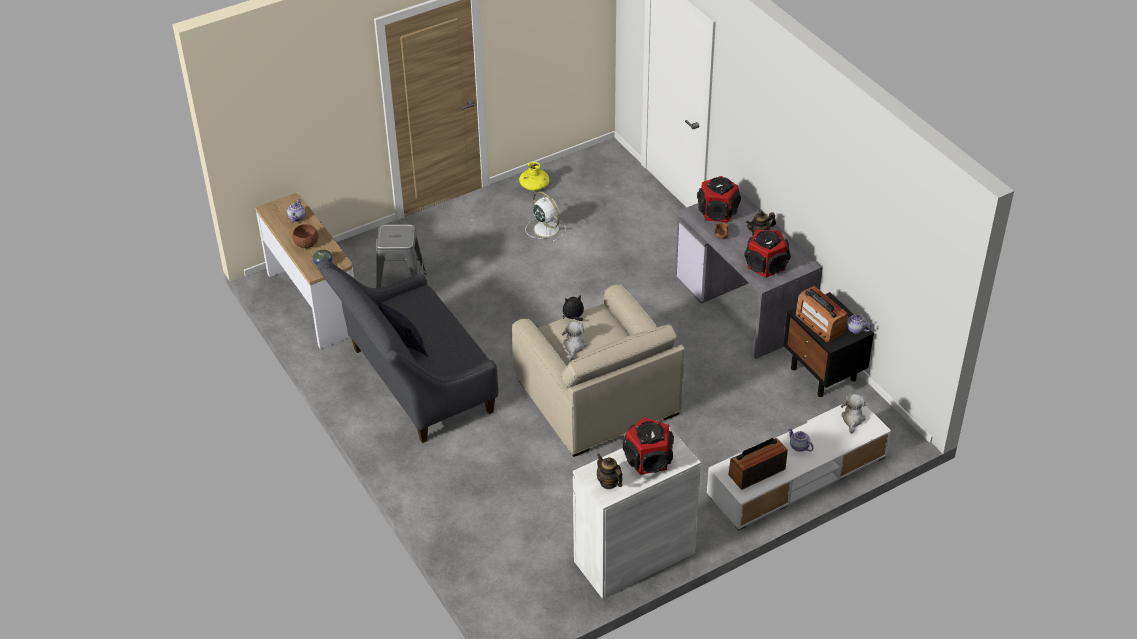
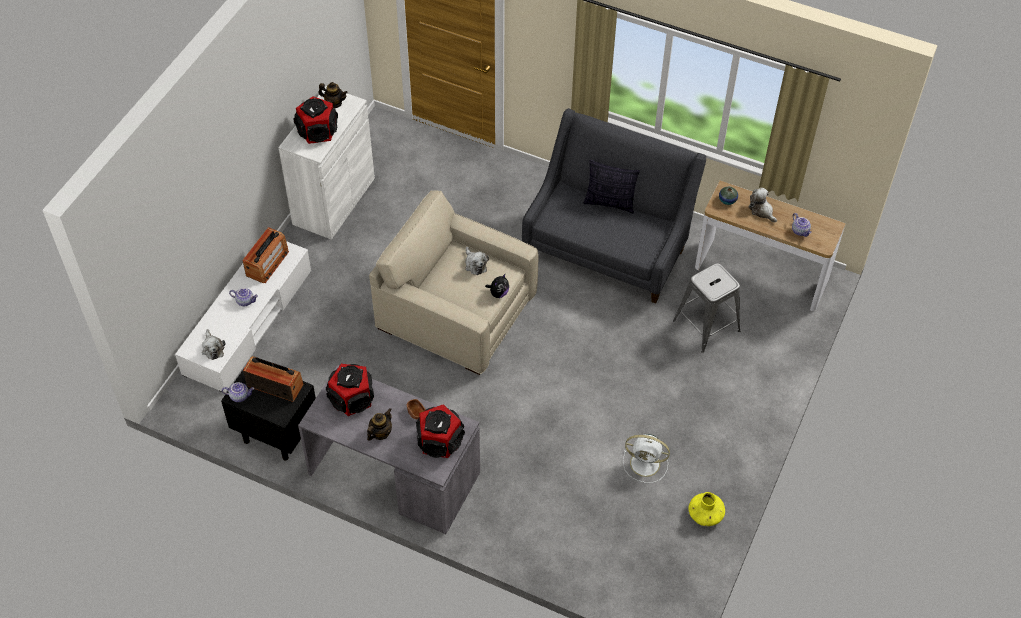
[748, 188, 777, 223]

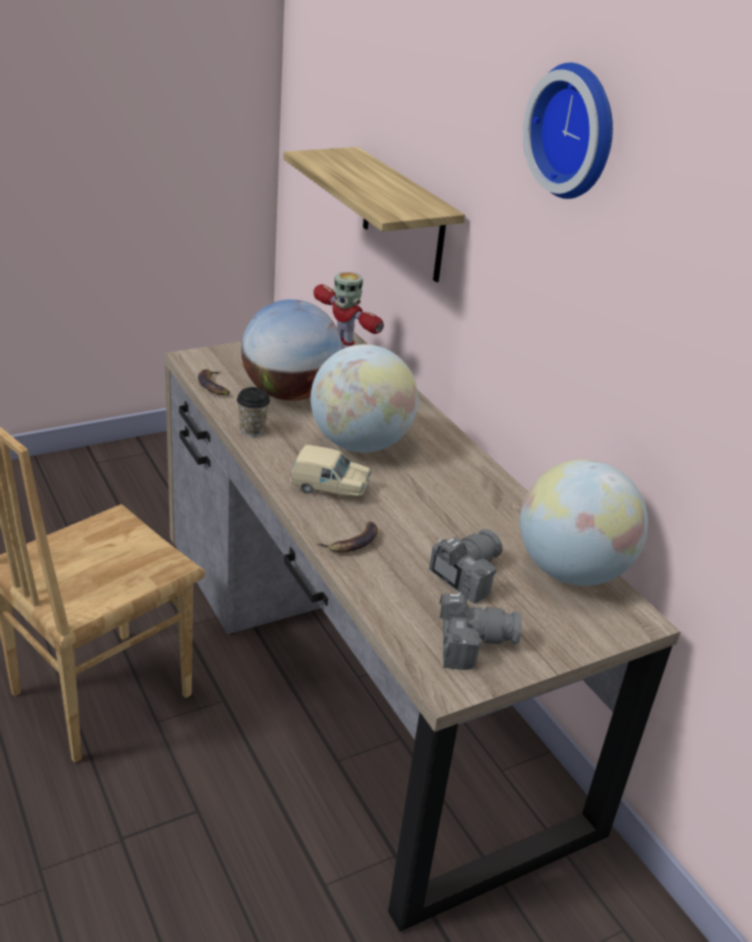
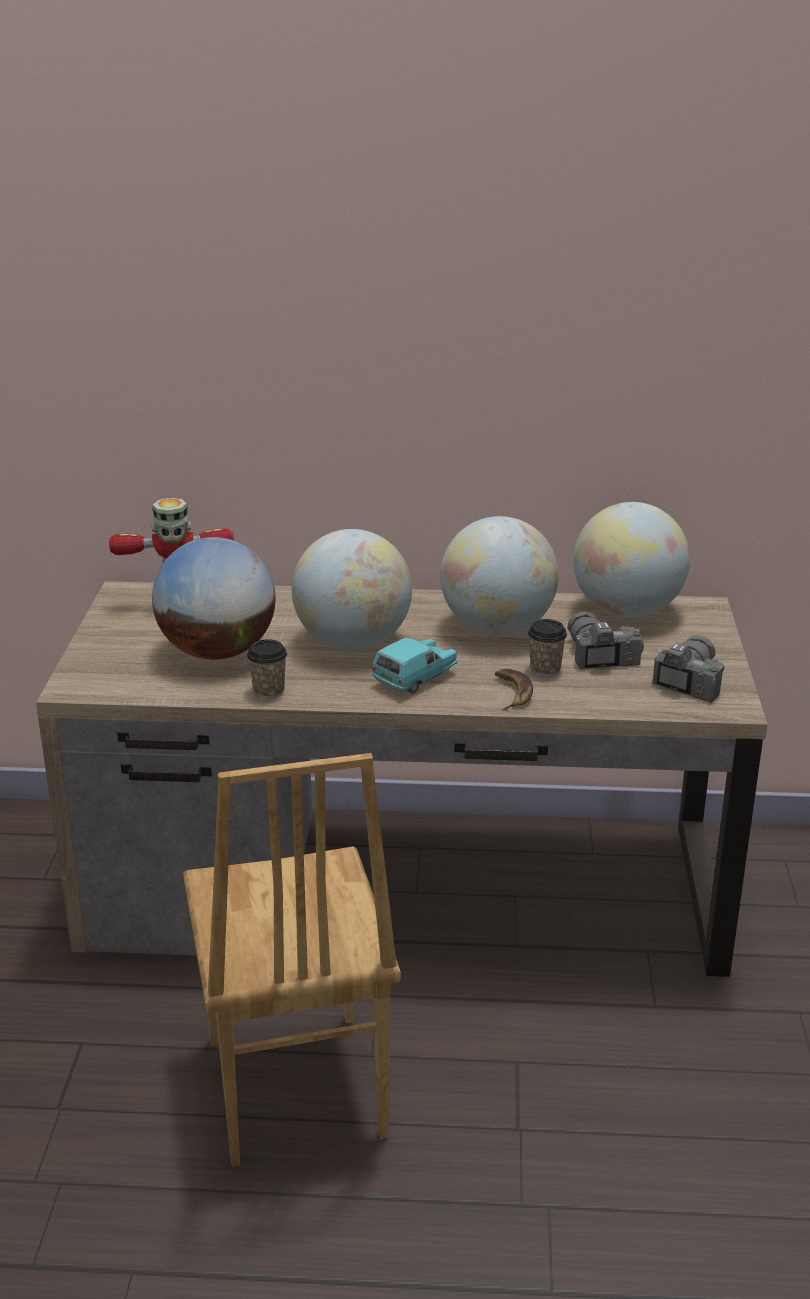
[198, 369, 230, 395] (first image)
[283, 147, 465, 282] (first image)
[523, 63, 613, 199] (first image)
[440, 516, 559, 635]
[528, 619, 567, 677]
[372, 638, 457, 694]

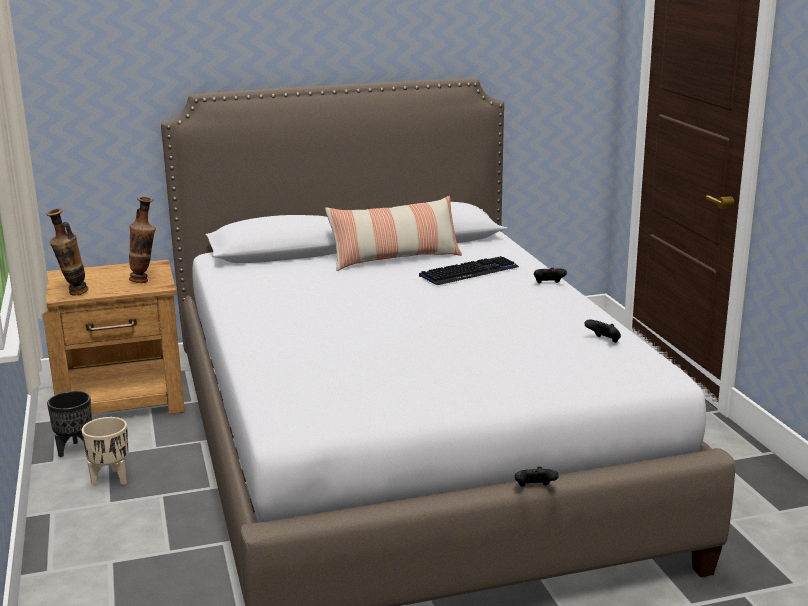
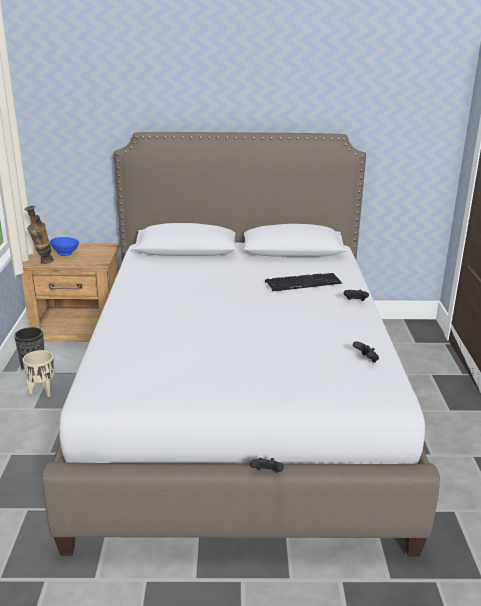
[129, 197, 156, 283] (first image)
[325, 196, 462, 271] (first image)
[50, 237, 79, 256]

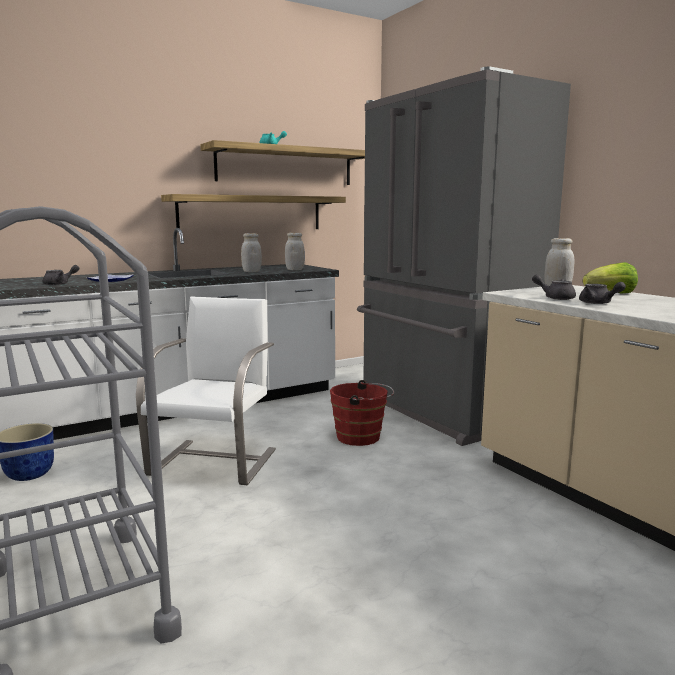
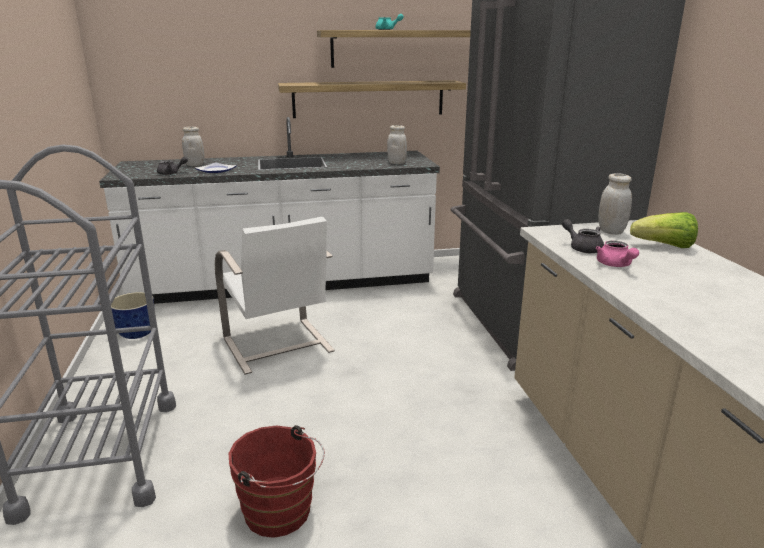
[182, 127, 204, 166]
[229, 425, 325, 538]
[596, 241, 639, 267]
[215, 217, 335, 375]

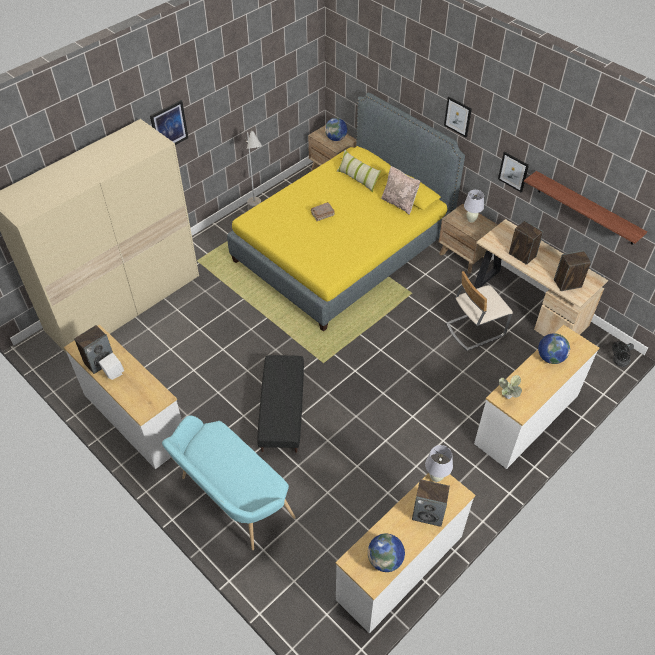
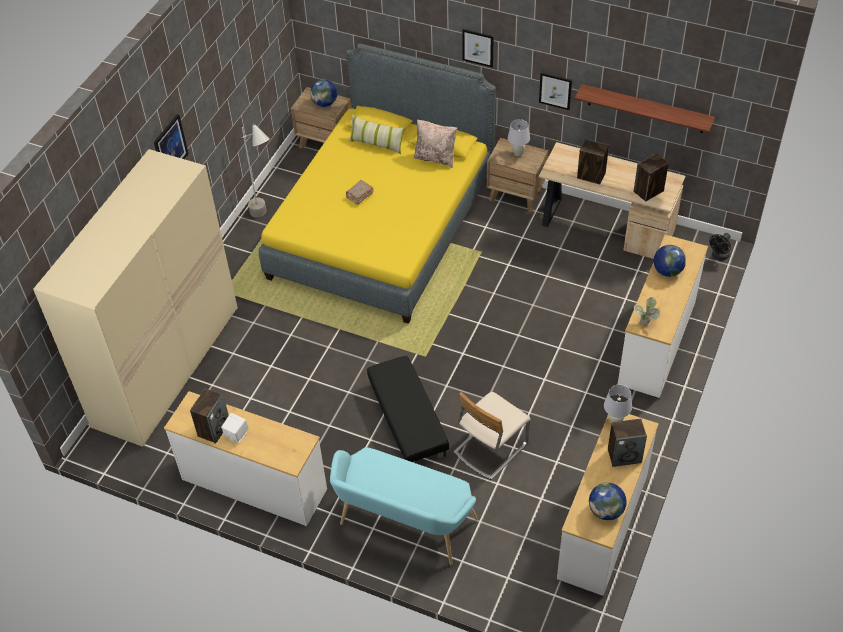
[454, 392, 530, 480]

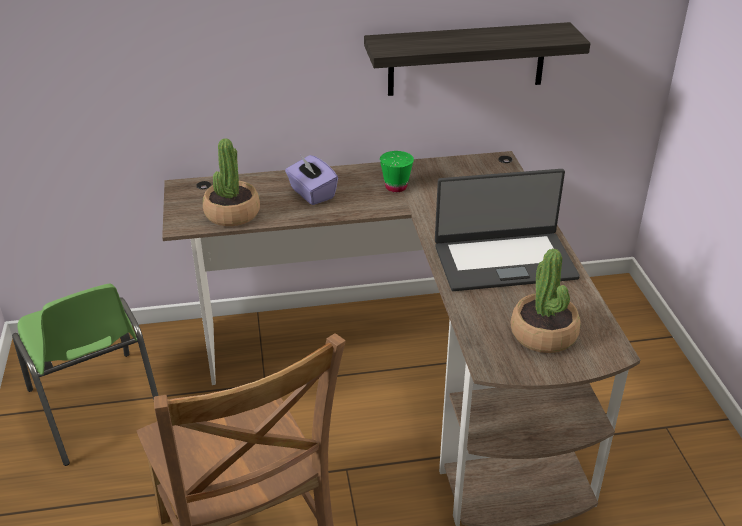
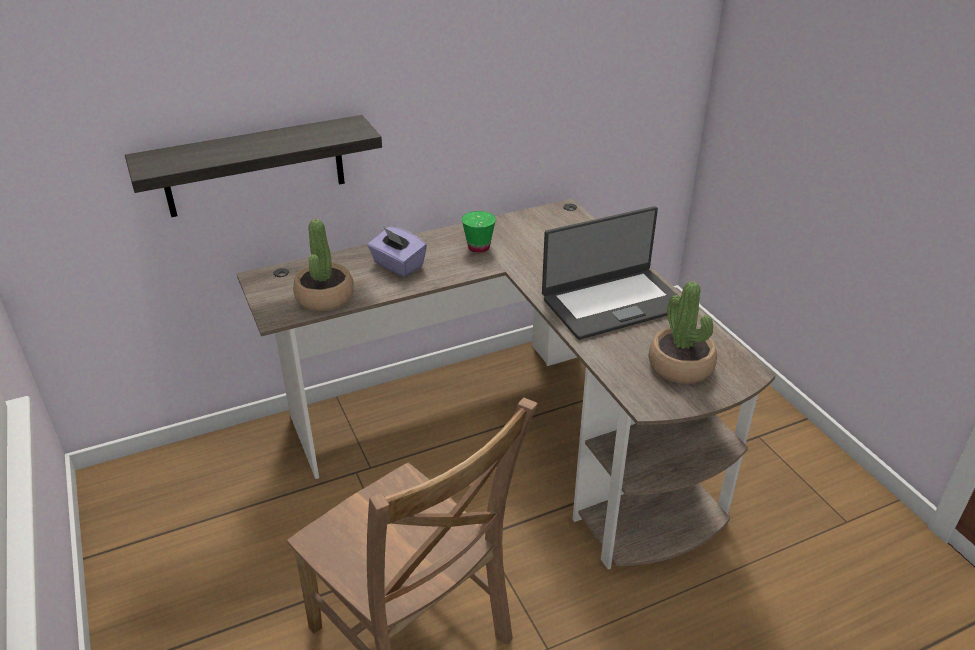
[12, 284, 158, 466] (first image)
[125, 115, 382, 217]

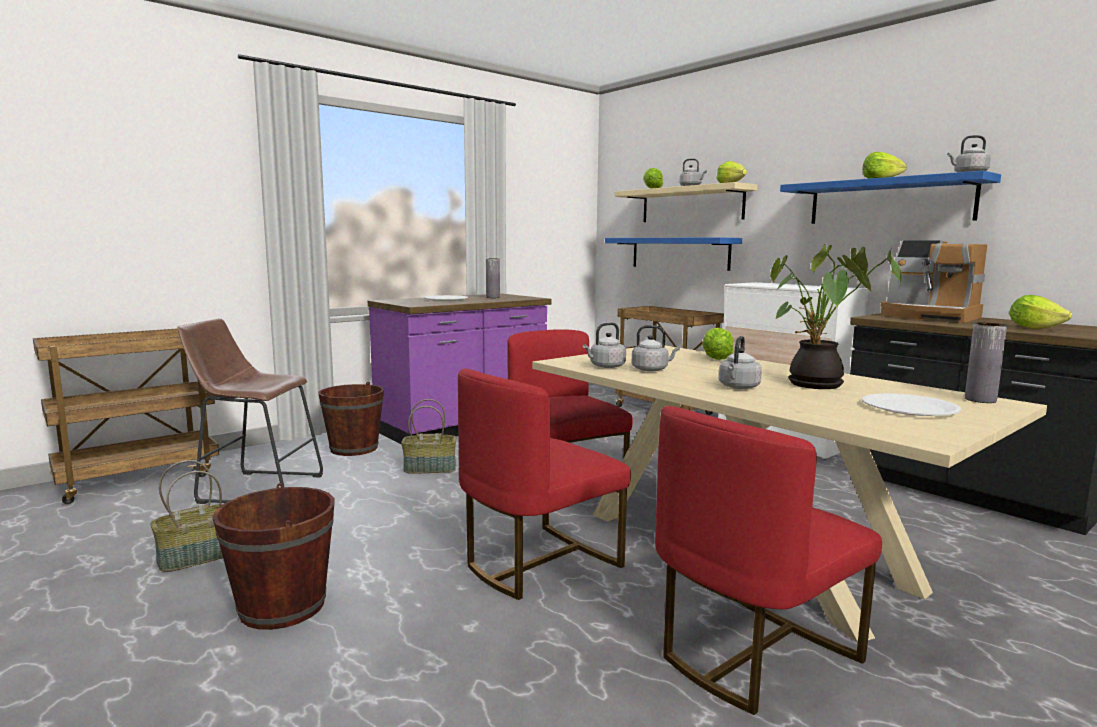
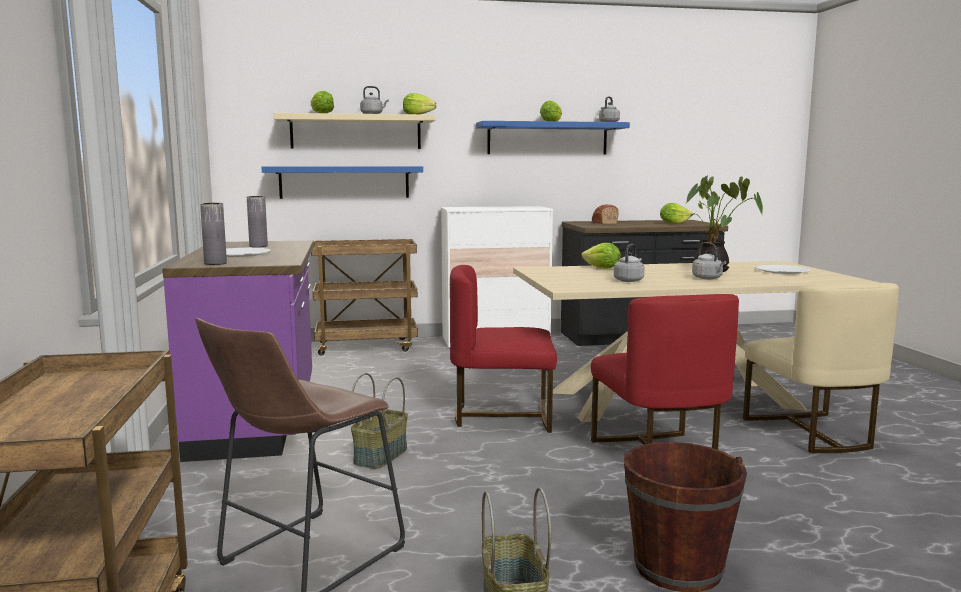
[318, 382, 384, 456] (first image)
[583, 322, 626, 368] (first image)
[200, 203, 227, 265]
[592, 204, 619, 224]
[743, 283, 899, 453]

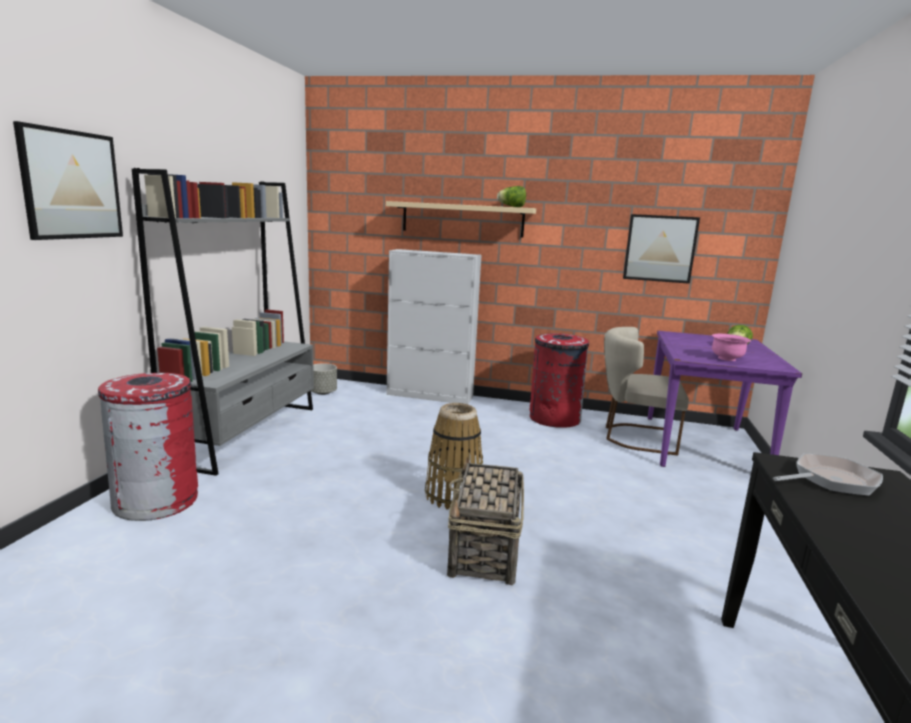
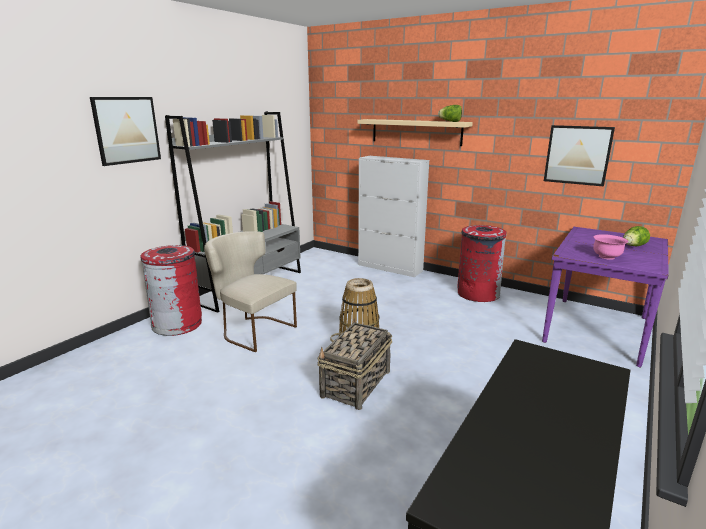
[311, 363, 337, 395] (first image)
[773, 453, 883, 496] (first image)
[204, 231, 297, 352]

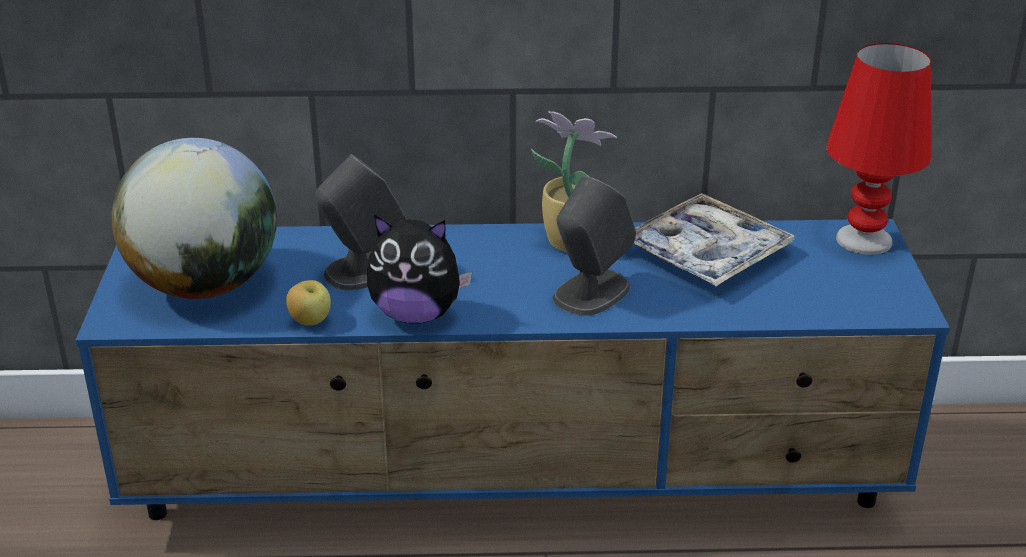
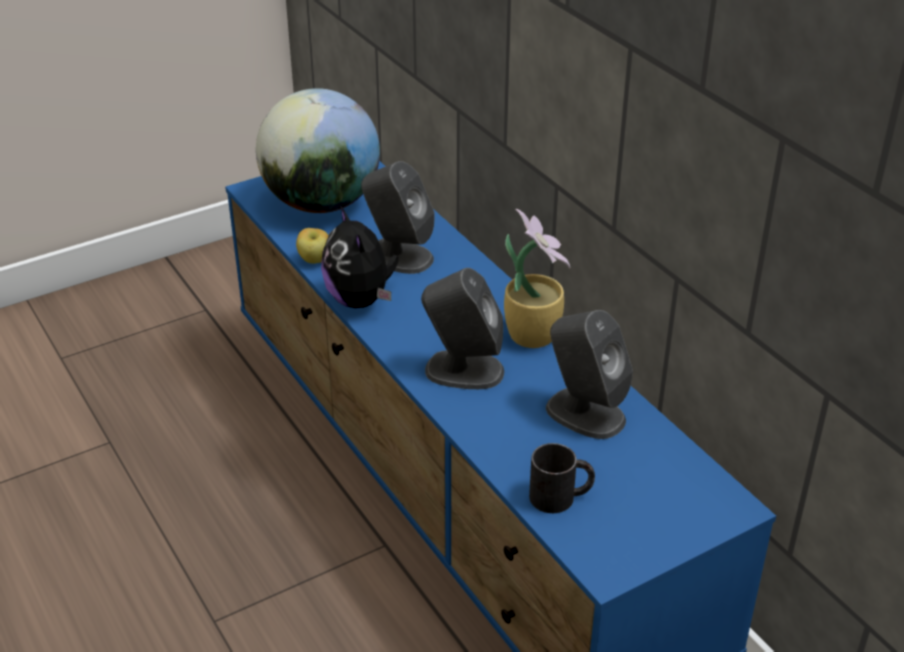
[827, 43, 931, 255] (first image)
[529, 443, 595, 513]
[546, 310, 633, 439]

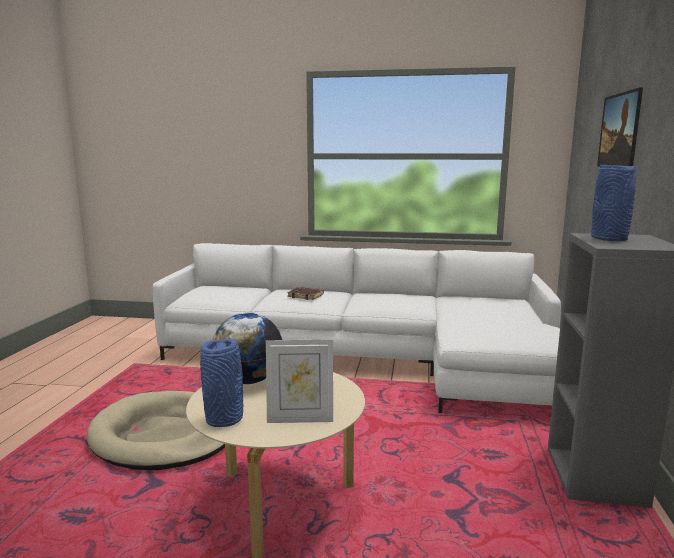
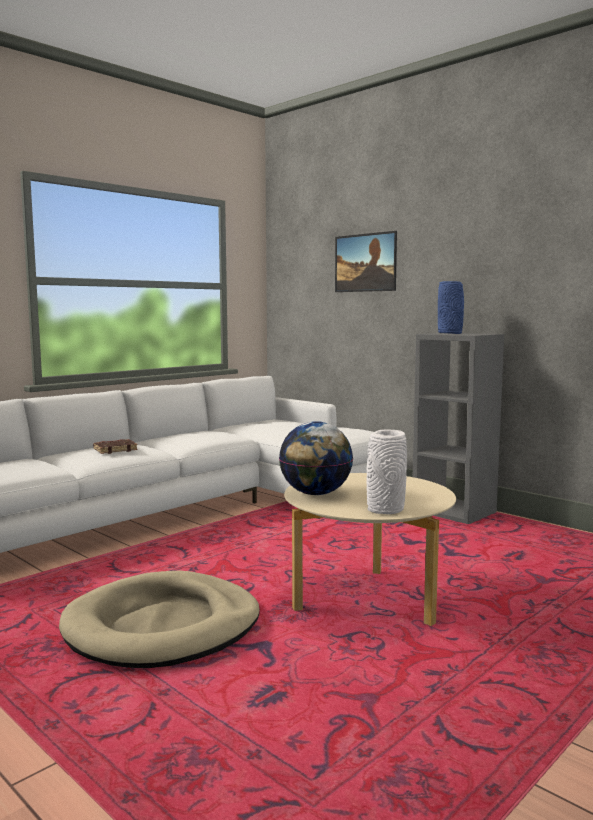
[266, 340, 333, 423] (first image)
[366, 429, 407, 514]

